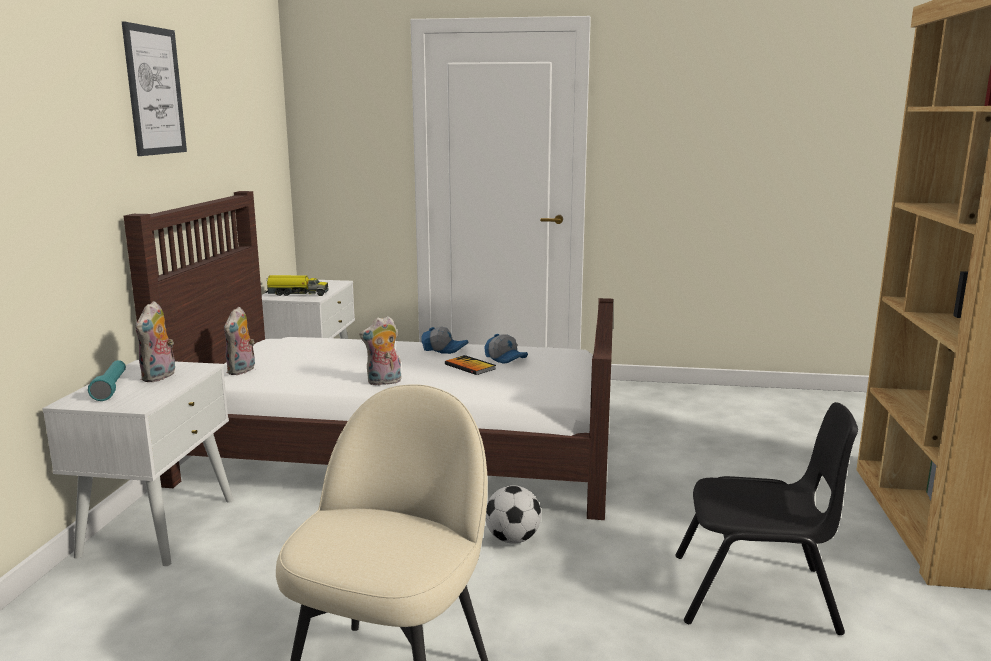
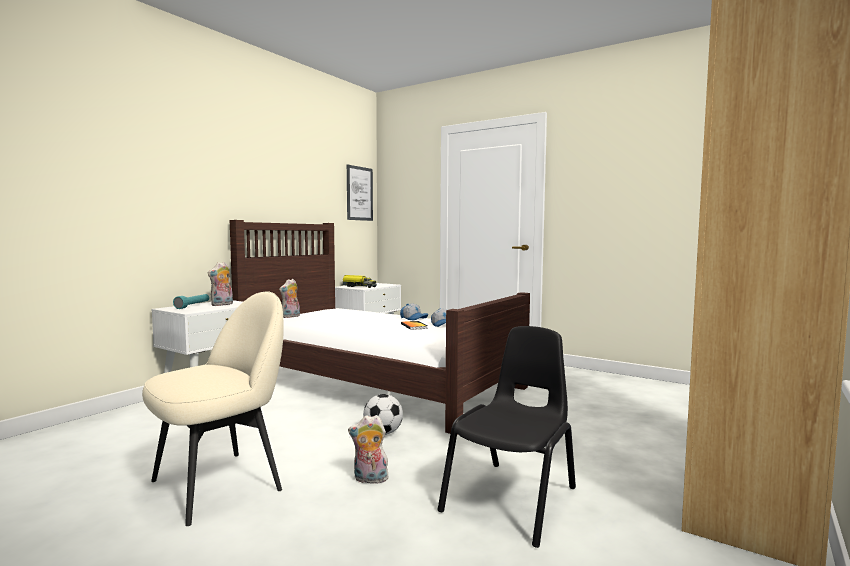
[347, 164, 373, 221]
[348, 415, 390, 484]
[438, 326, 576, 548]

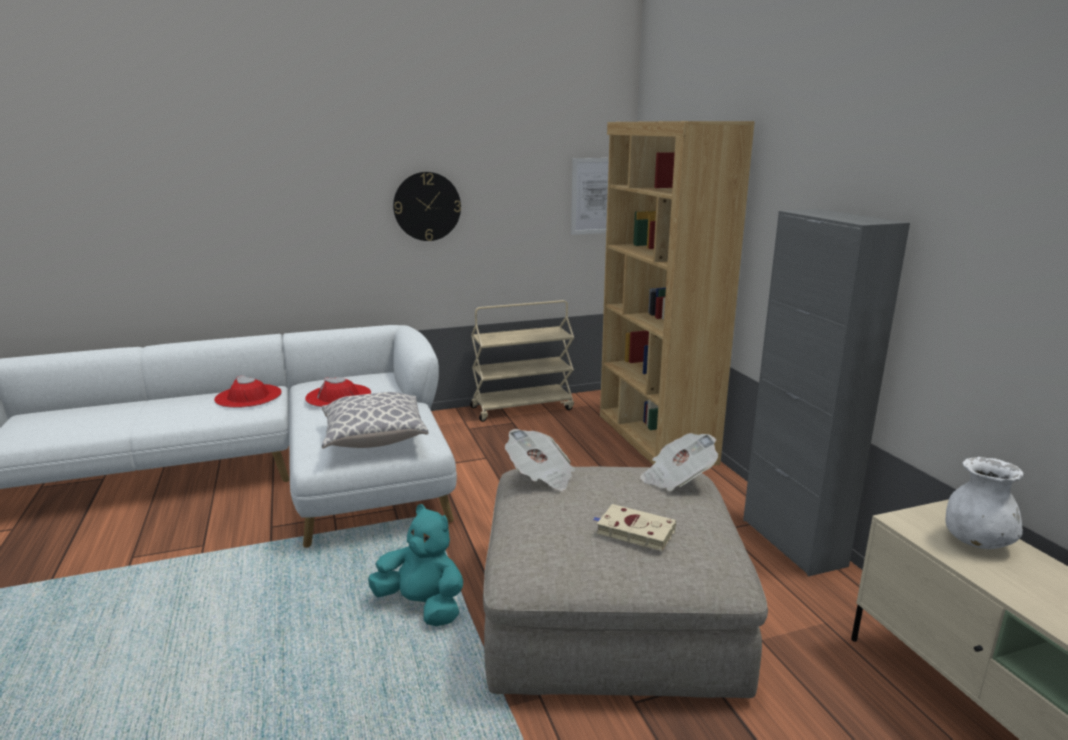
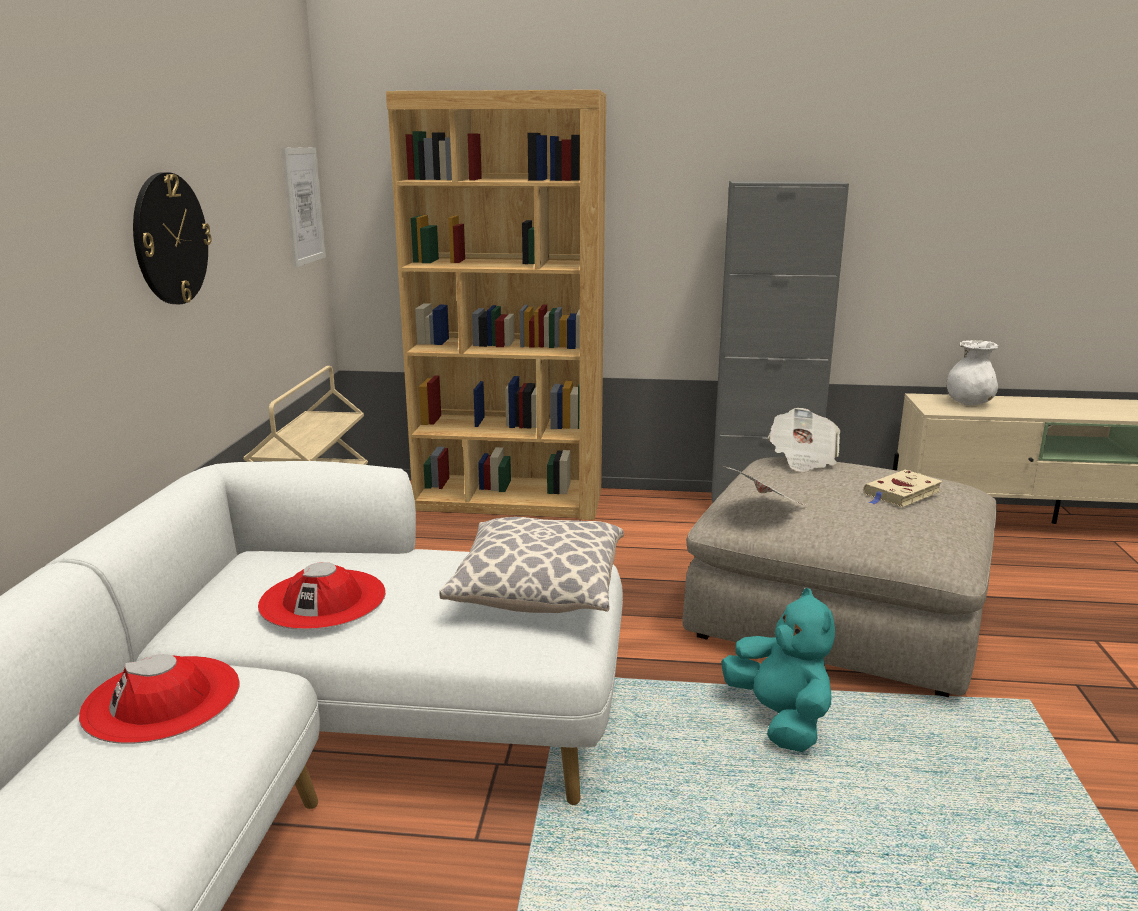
[721, 588, 835, 752]

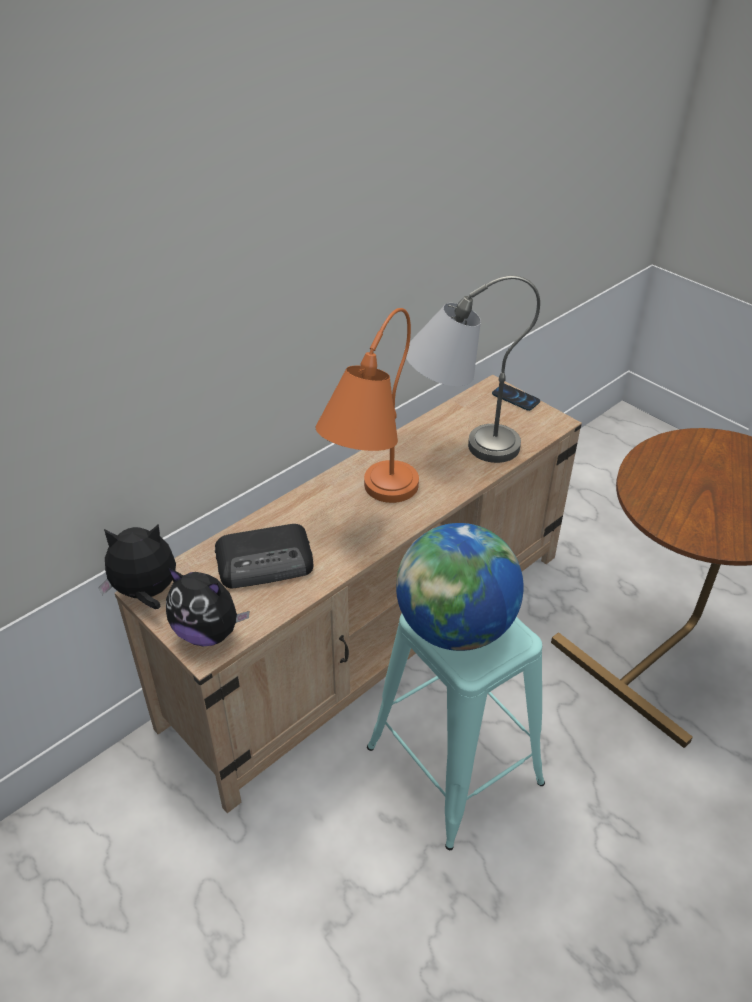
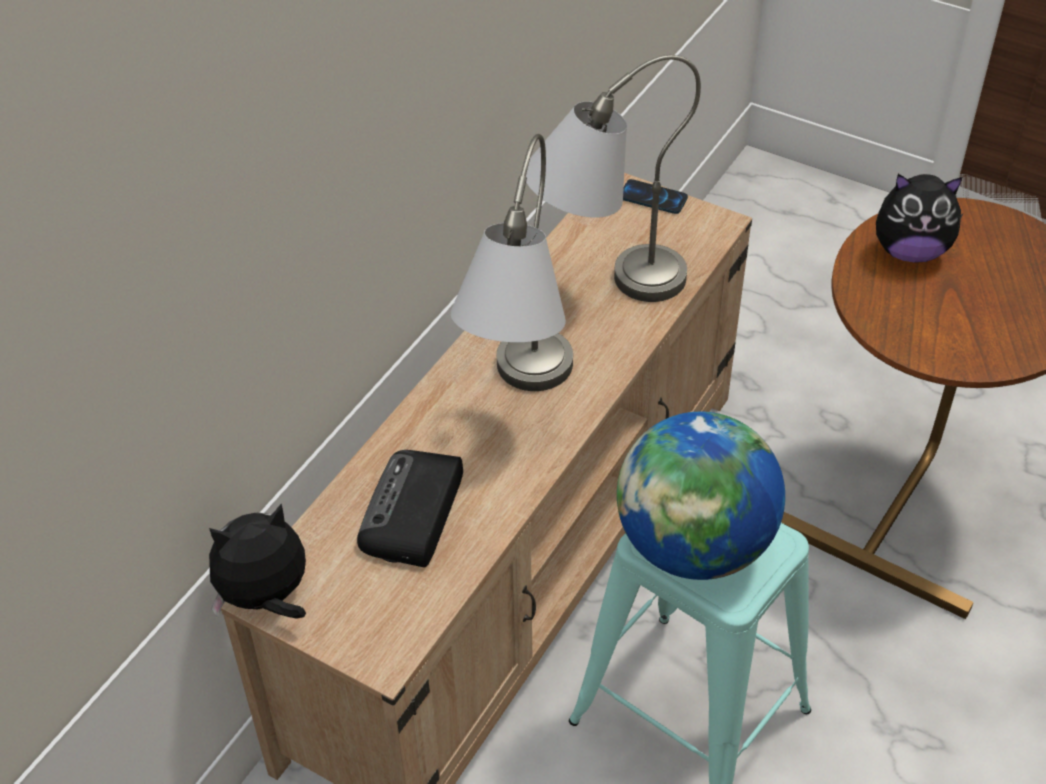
[876, 174, 964, 263]
[451, 134, 573, 391]
[357, 450, 463, 568]

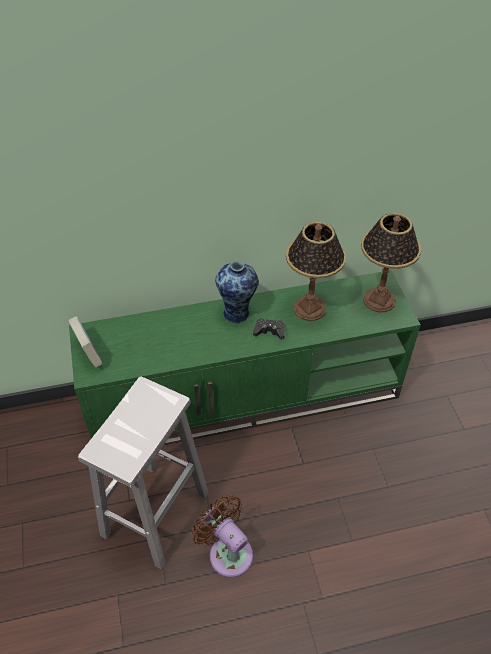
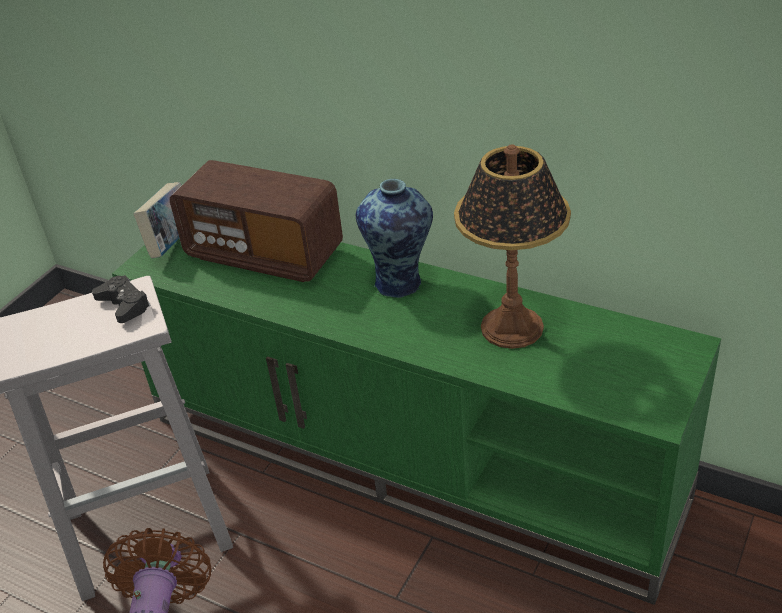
[361, 213, 421, 312] (first image)
[170, 160, 343, 282]
[92, 275, 151, 323]

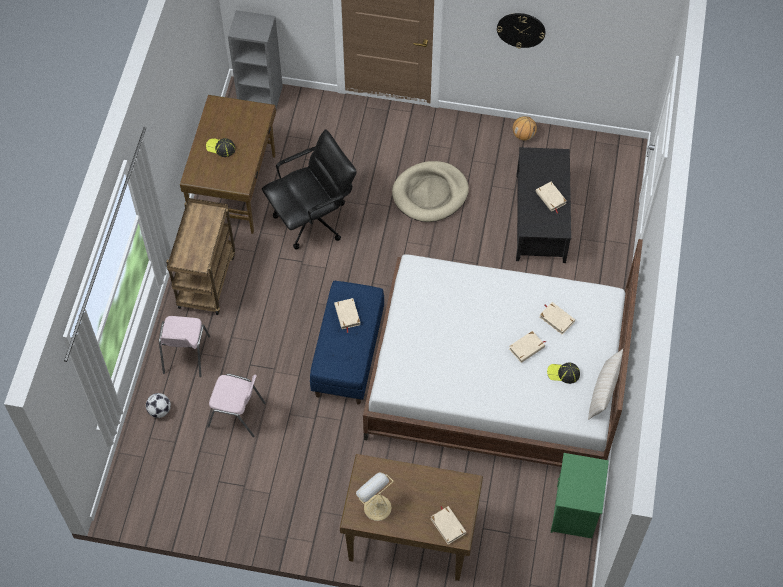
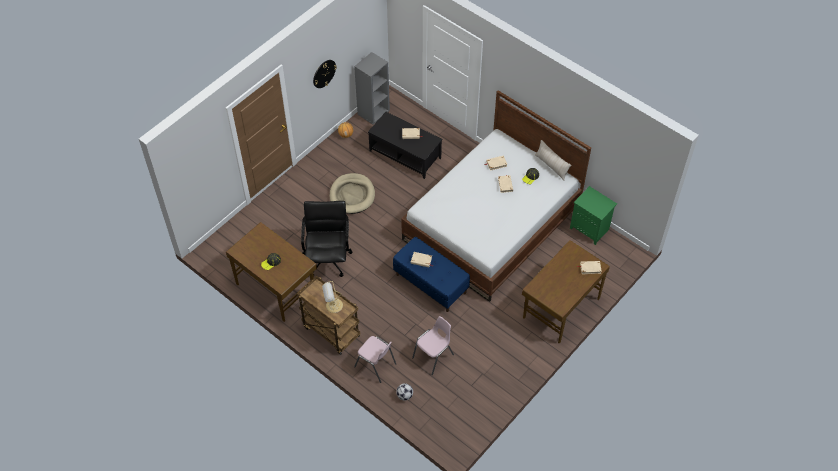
[354, 52, 390, 125]
[322, 281, 343, 313]

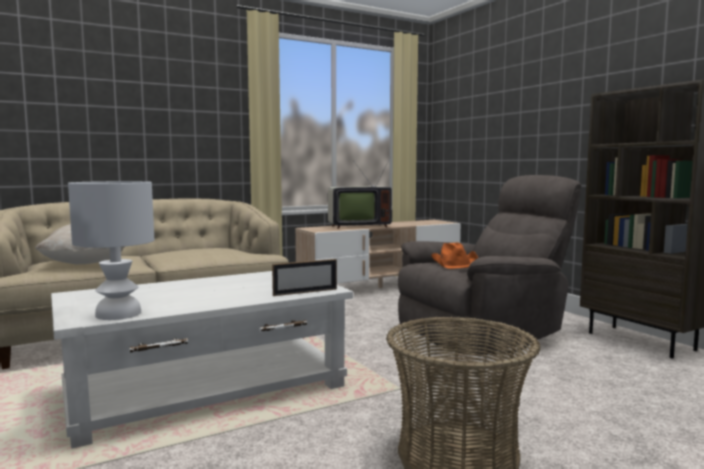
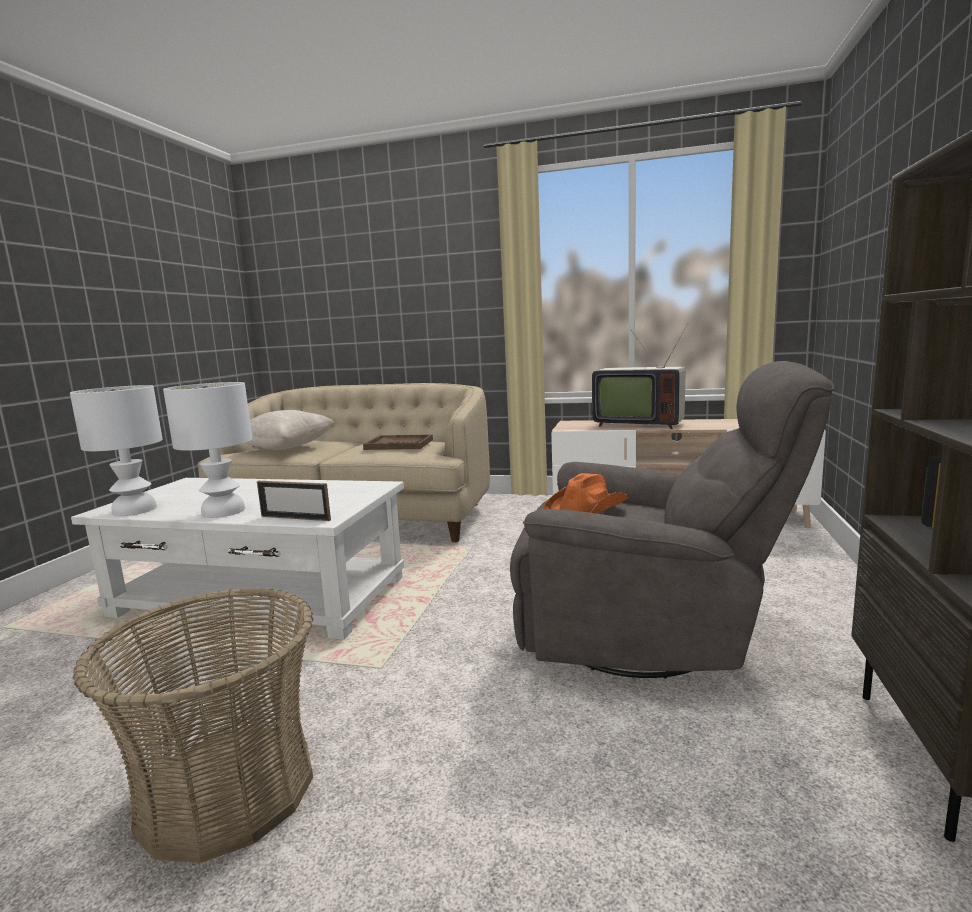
[163, 382, 252, 518]
[363, 434, 433, 450]

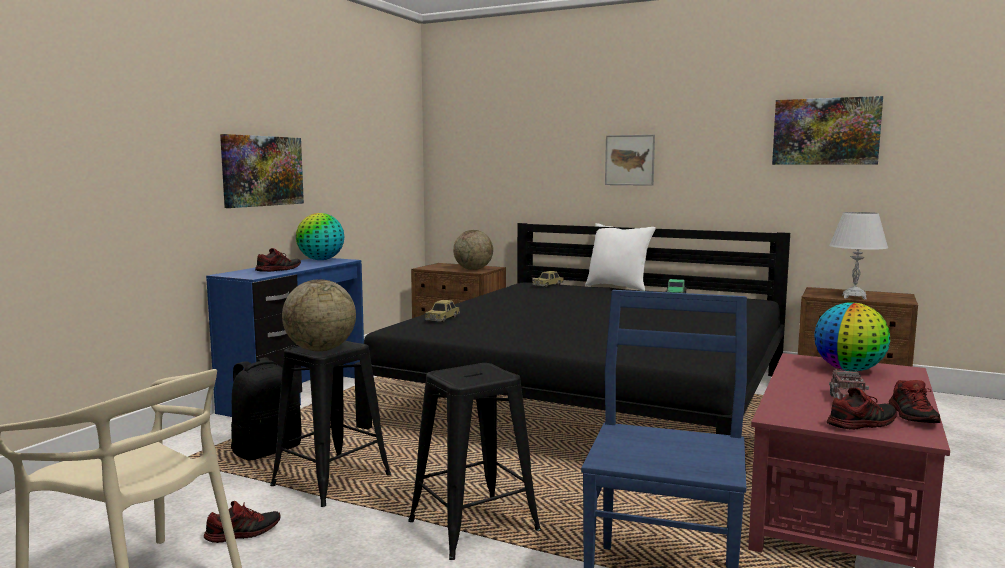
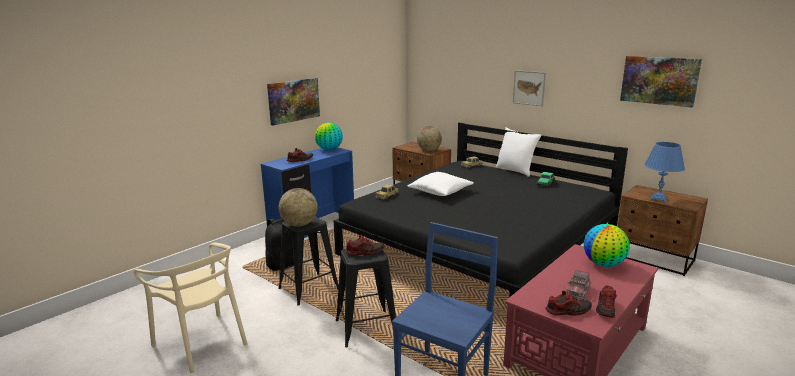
[408, 172, 474, 196]
[345, 235, 385, 256]
[644, 142, 685, 203]

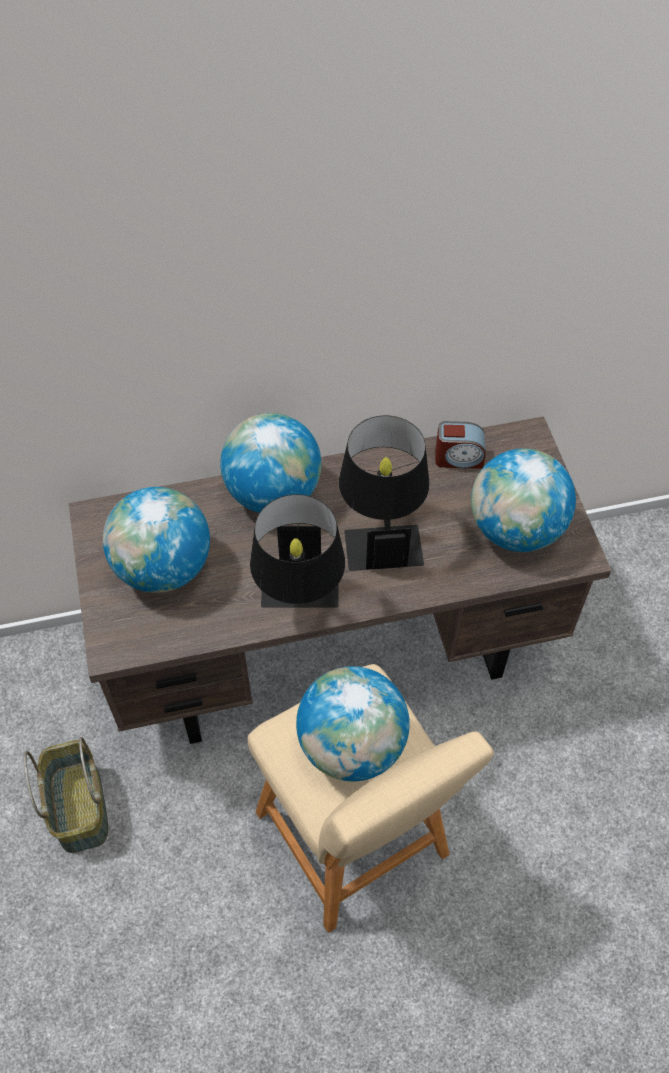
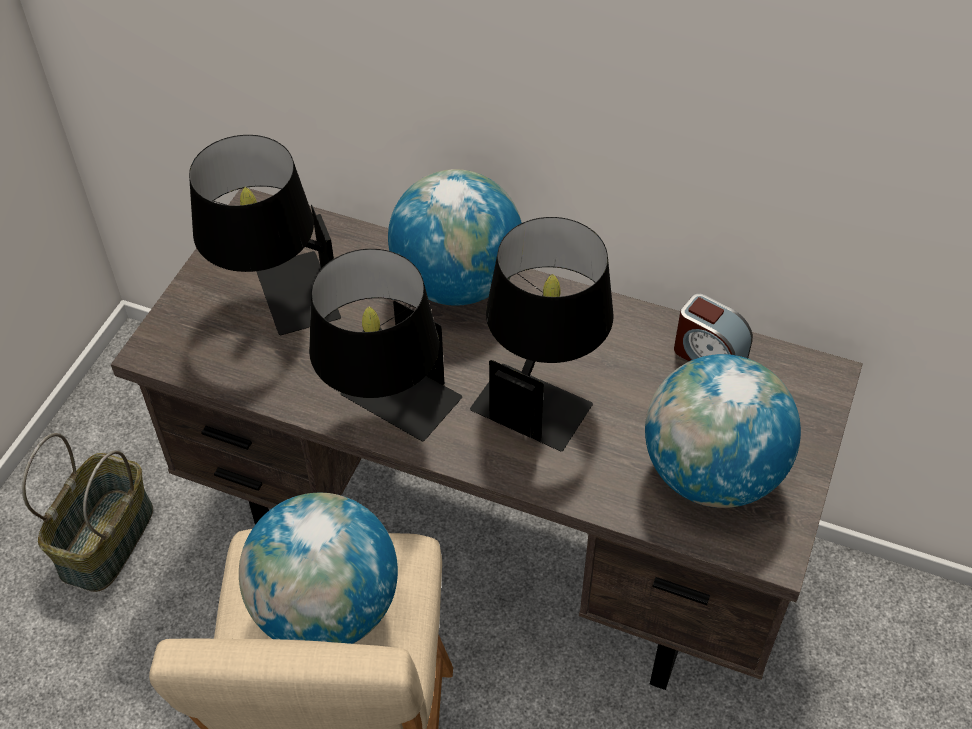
[189, 135, 341, 335]

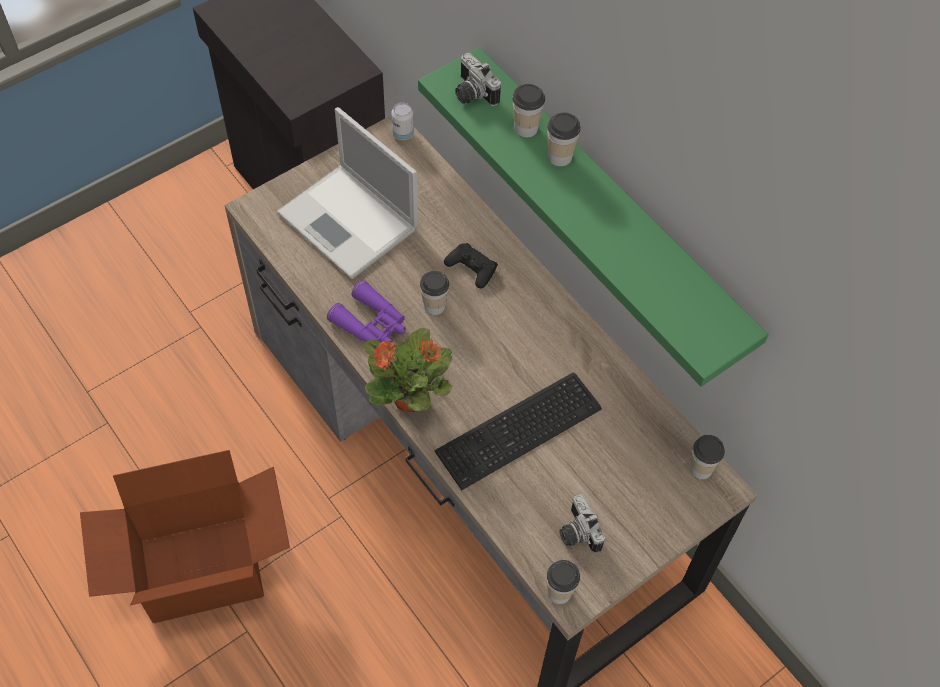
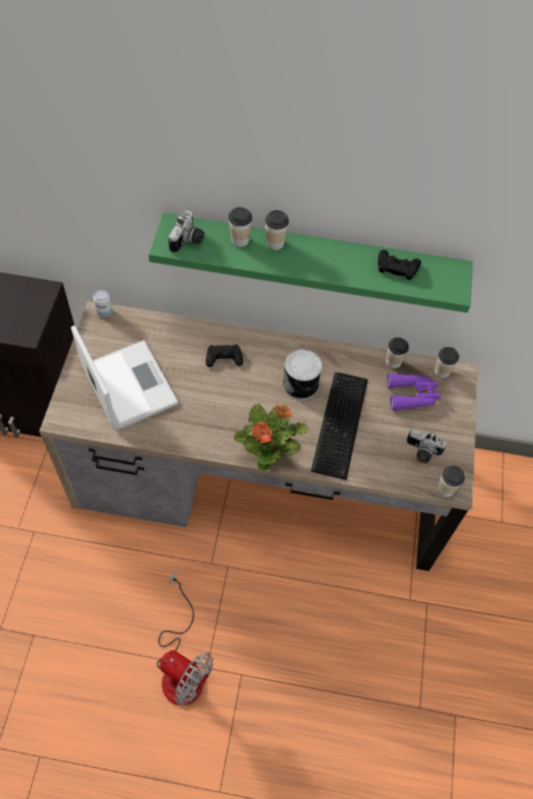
[283, 349, 322, 400]
[378, 250, 421, 280]
[387, 373, 440, 411]
[386, 337, 409, 369]
[157, 571, 213, 705]
[71, 325, 179, 430]
[168, 211, 205, 253]

